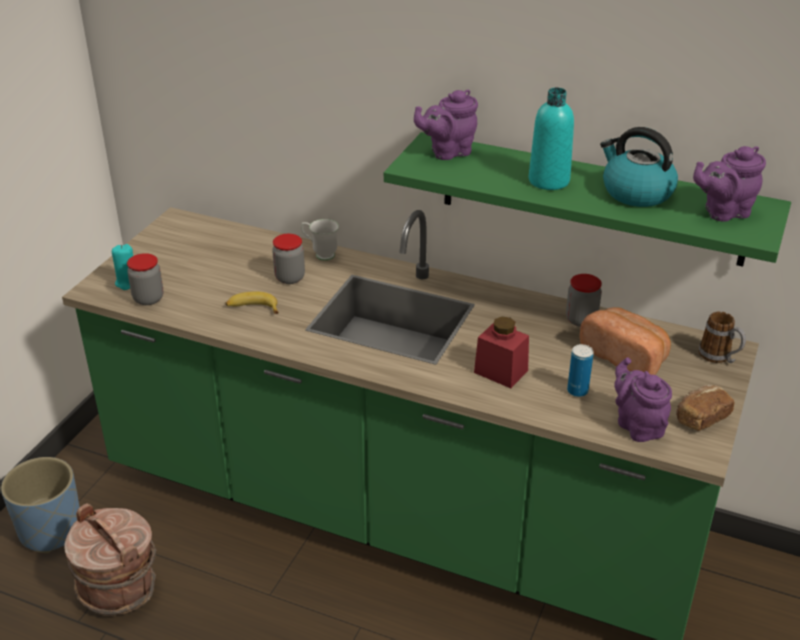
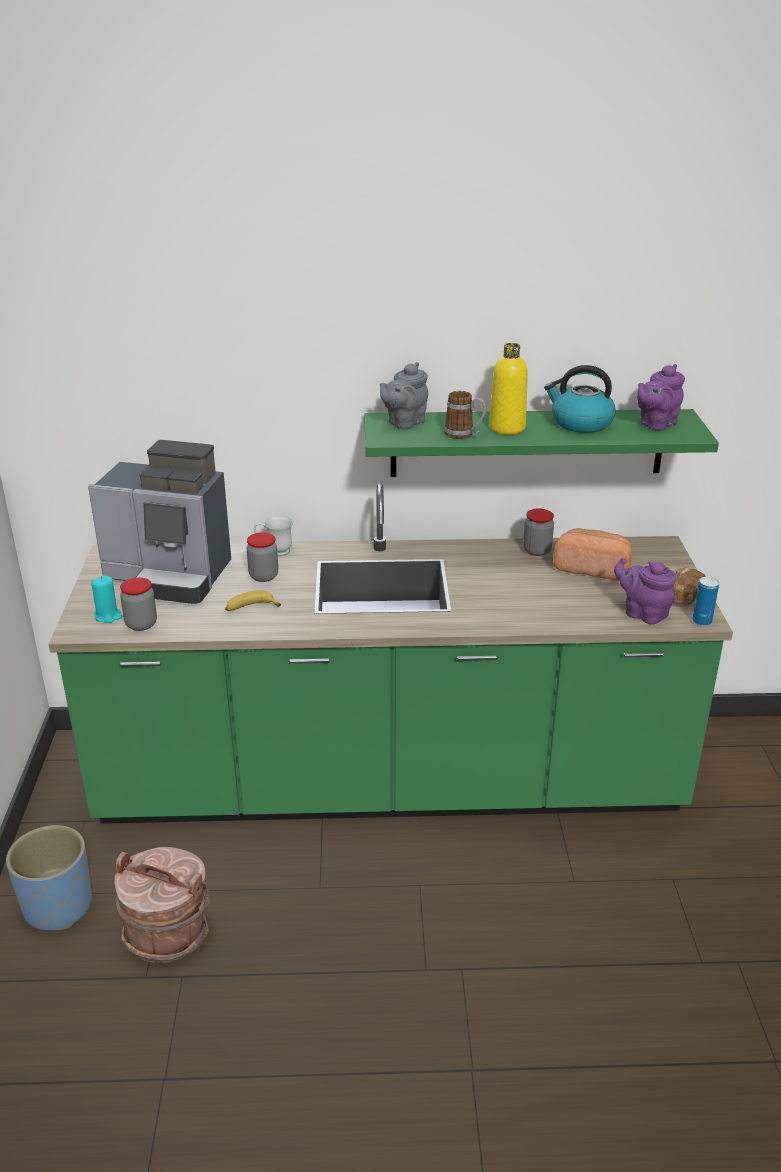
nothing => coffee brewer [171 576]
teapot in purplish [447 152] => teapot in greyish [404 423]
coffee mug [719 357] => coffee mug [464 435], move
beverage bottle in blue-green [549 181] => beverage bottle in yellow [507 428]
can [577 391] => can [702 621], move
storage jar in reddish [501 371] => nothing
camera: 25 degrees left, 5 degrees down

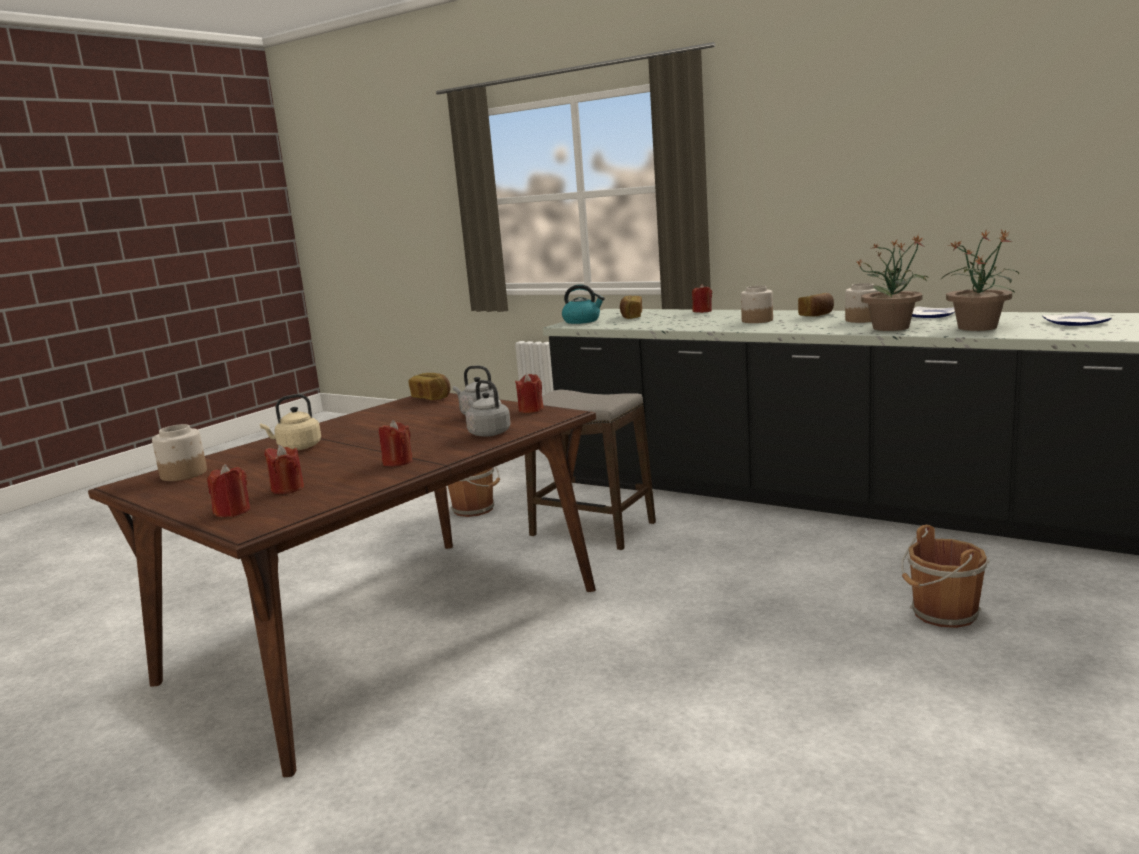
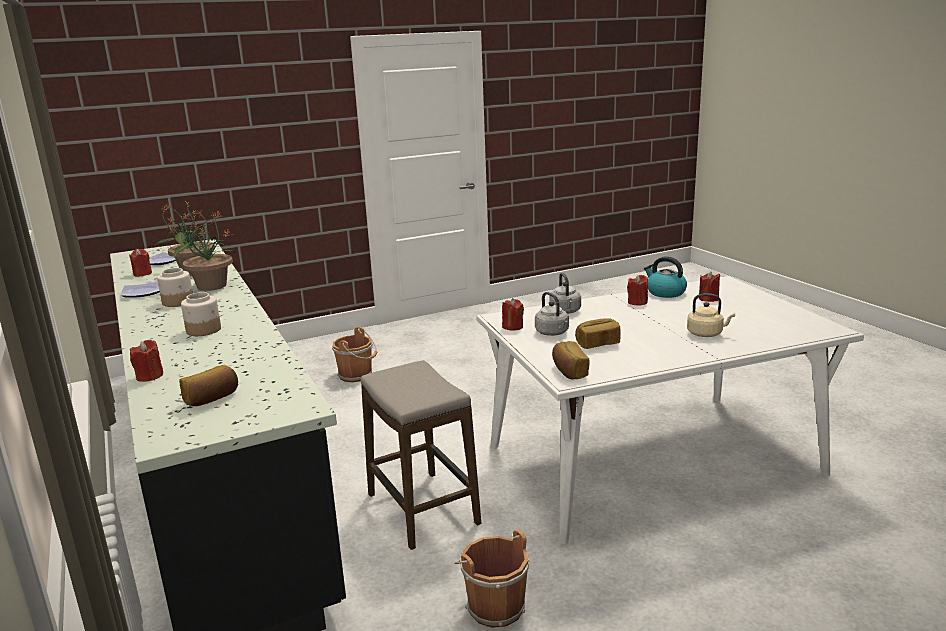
wax candle in reddish [232 512] => wax candle in reddish [142 274], move
kitchen table in brownish [387 635] => kitchen table in whitish [652 459]
bread [817 315] => bread [597 344], move
kettle [582 321] => kettle [665 292], move
storage jar [183 474] => nothing
camera: 150 degrees left, 5 degrees up

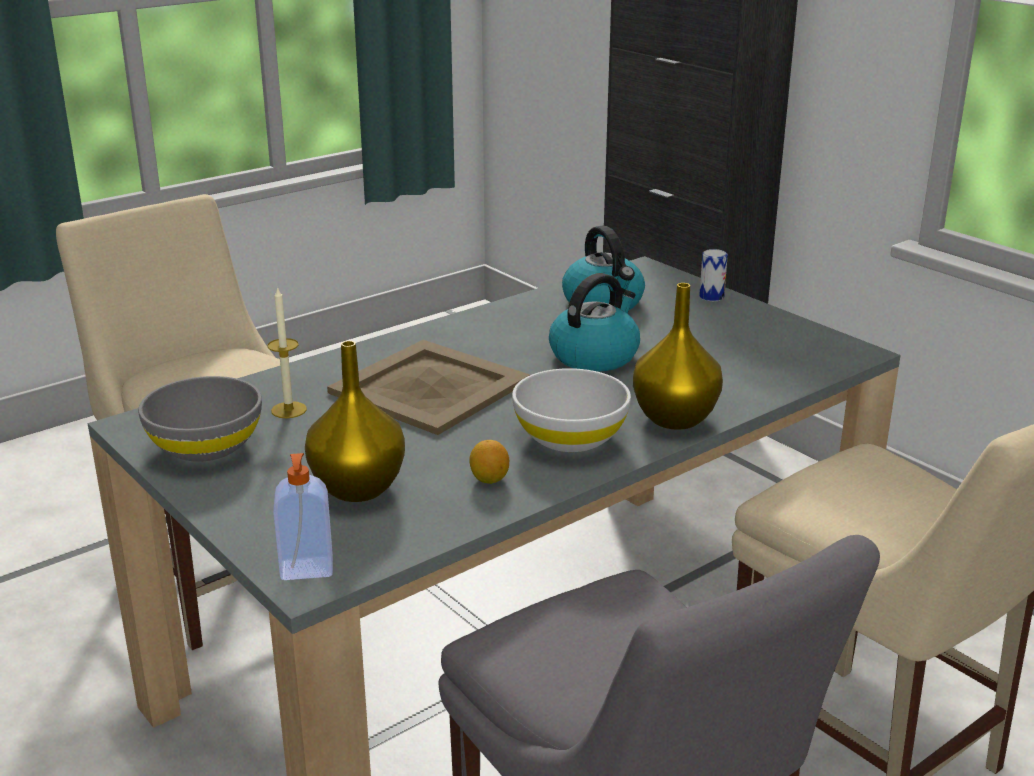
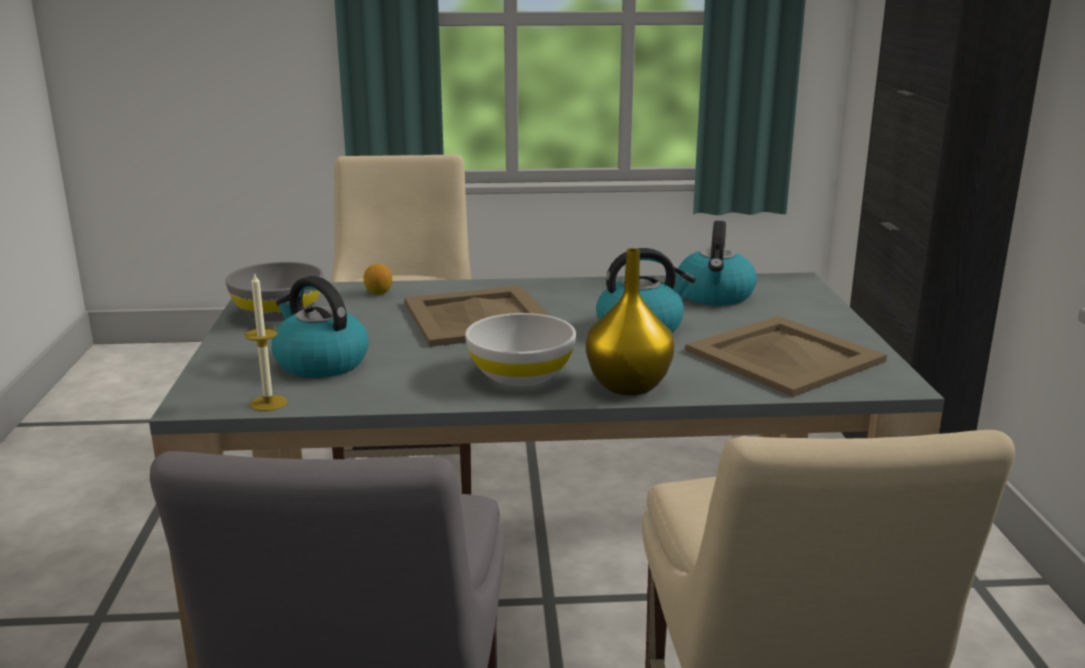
wax candle [289 410] => wax candle [268 403], move
vase in yellow [359 489] => kettle [320 363]
citrus fruit [489 479] => citrus fruit [378 293], move
nothing => serving tray in sand-coloured [786 356]
soap dispenser [307 570] => nothing
can [711 296] => nothing
camera: 35 degrees right, 5 degrees down

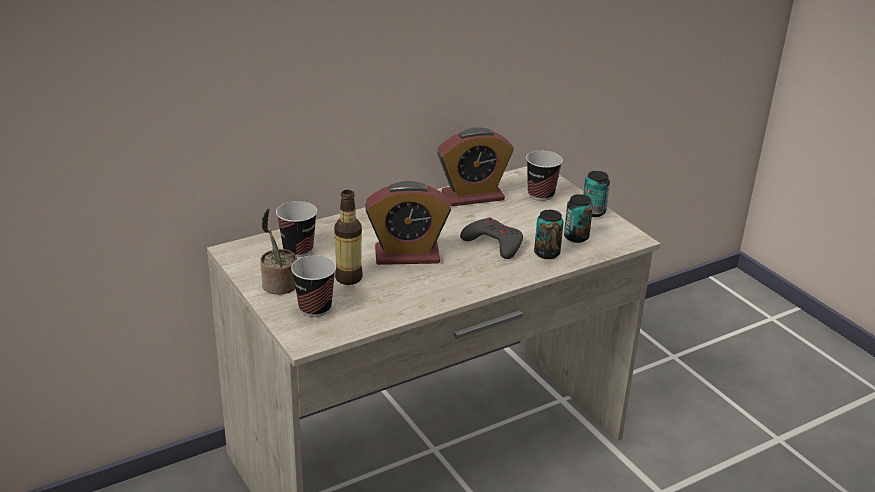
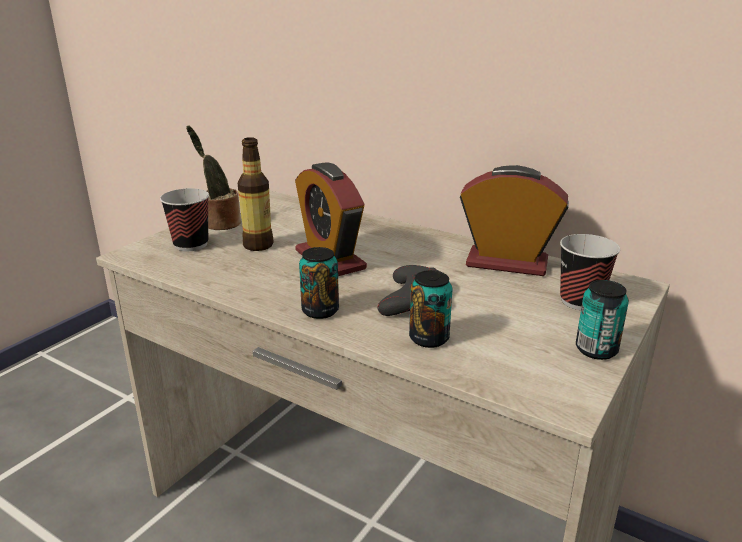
can [576 237] => can [320 311], move
table clock [472 196] => table clock [507 263], 150 degrees clockwise
small cup [298 250] => nothing
camera: 65 degrees right, 5 degrees down

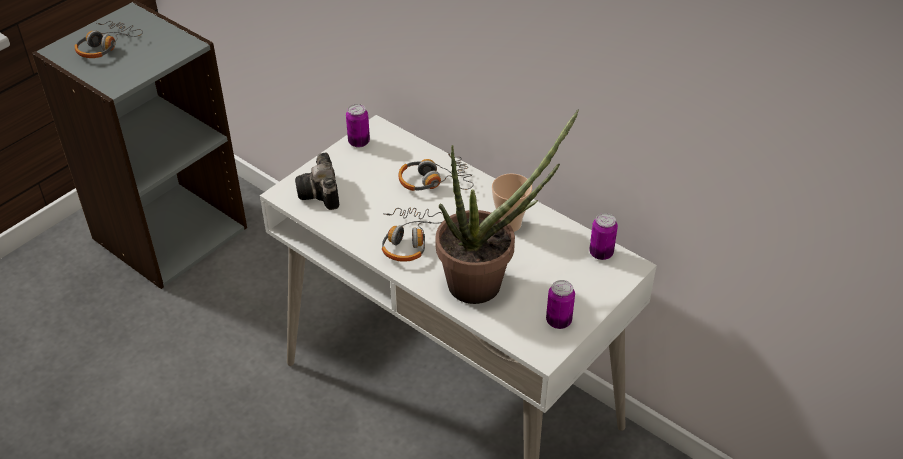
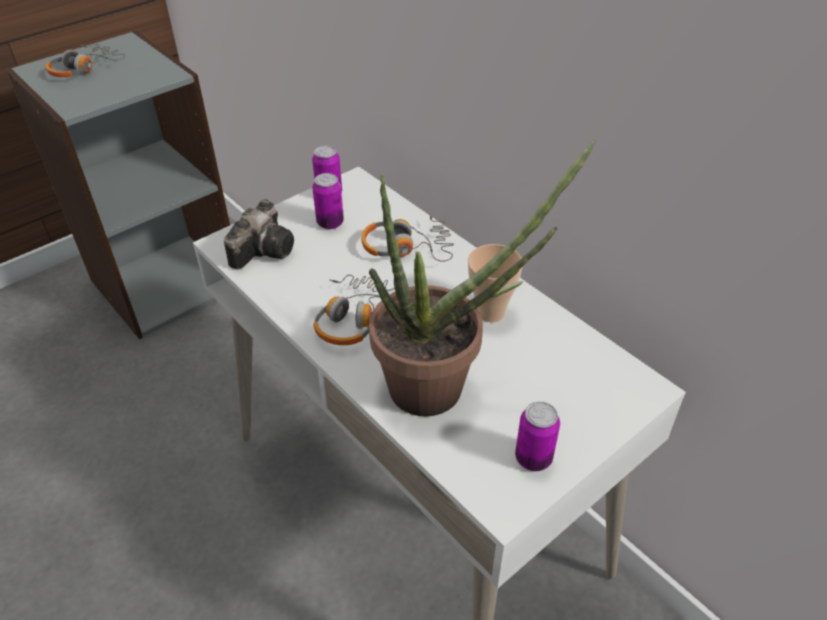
still camera [321 194] => still camera [265 249], 150 degrees counterclockwise
can [601 253] => can [330 223], move
camera: 10 degrees right, 0 degrees up

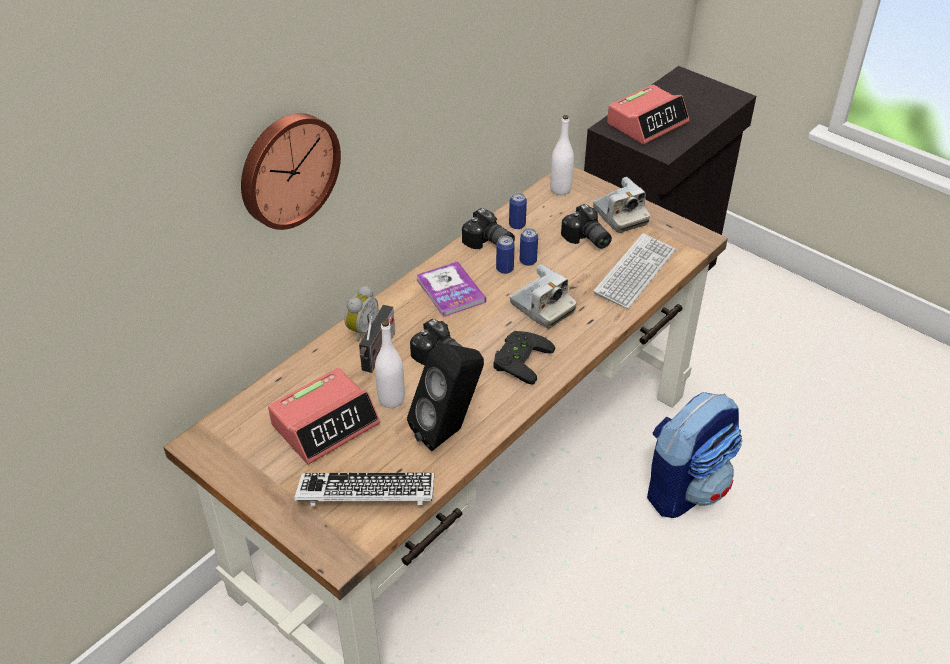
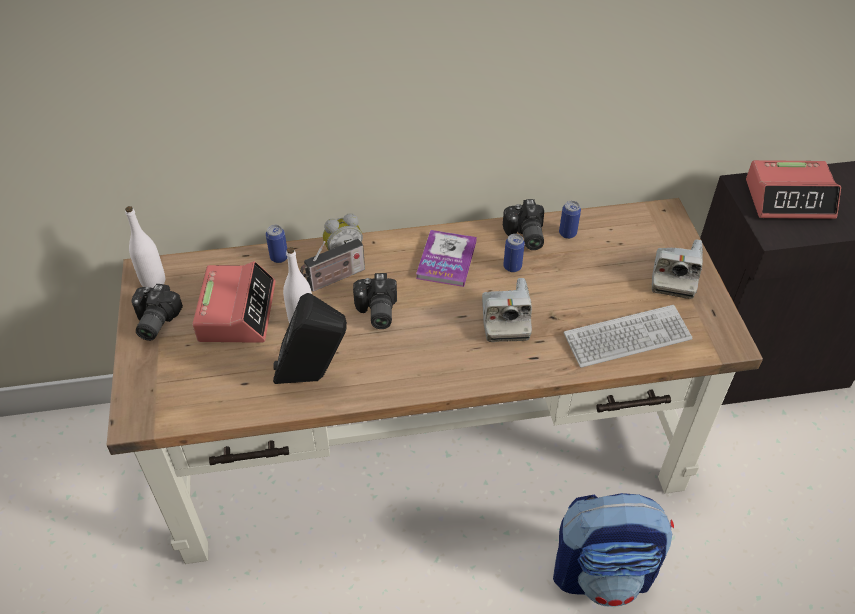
beverage bottle in whitish [560 189] => beverage bottle in whitish [153 282], move
still camera [586 239] => still camera [153 322], move
table clock [325 424] => table clock [237 311], 90 degrees counterclockwise
can [528 261] => can [279 257], move
clock on the wall [287 169] => nothing
keyboard [366 494] => nothing
joypad in blackish [519 359] => nothing
camera: 40 degrees right, 5 degrees up

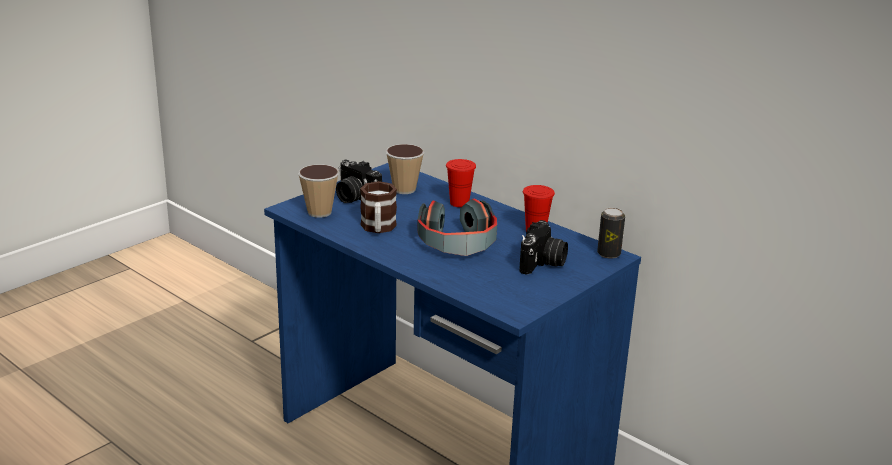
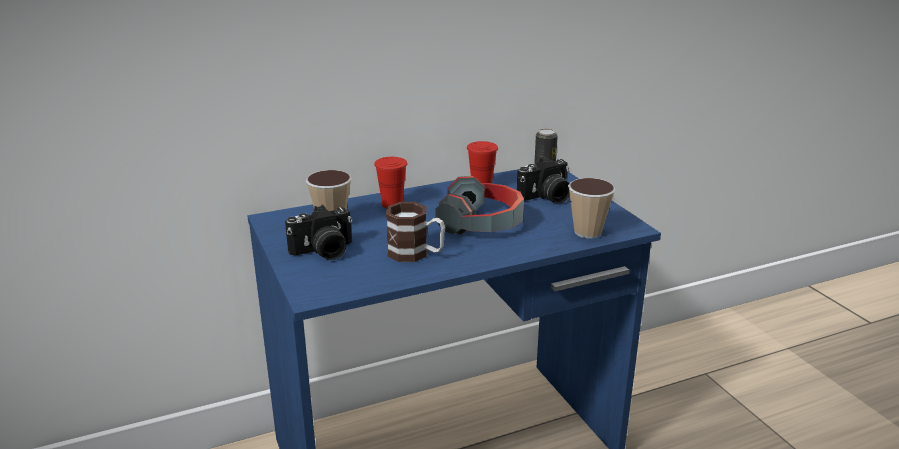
still camera [543 263] => still camera [546 198], 105 degrees clockwise
small cup [319 212] => small cup [587 232], move
camera: 65 degrees left, 0 degrees up

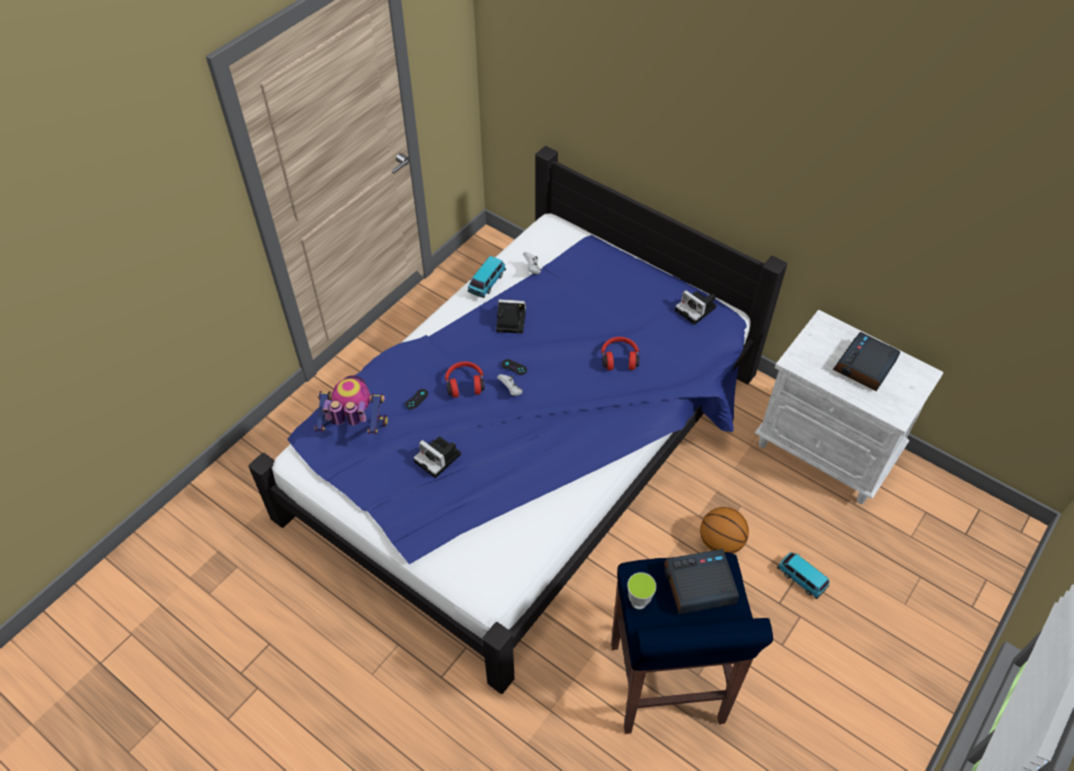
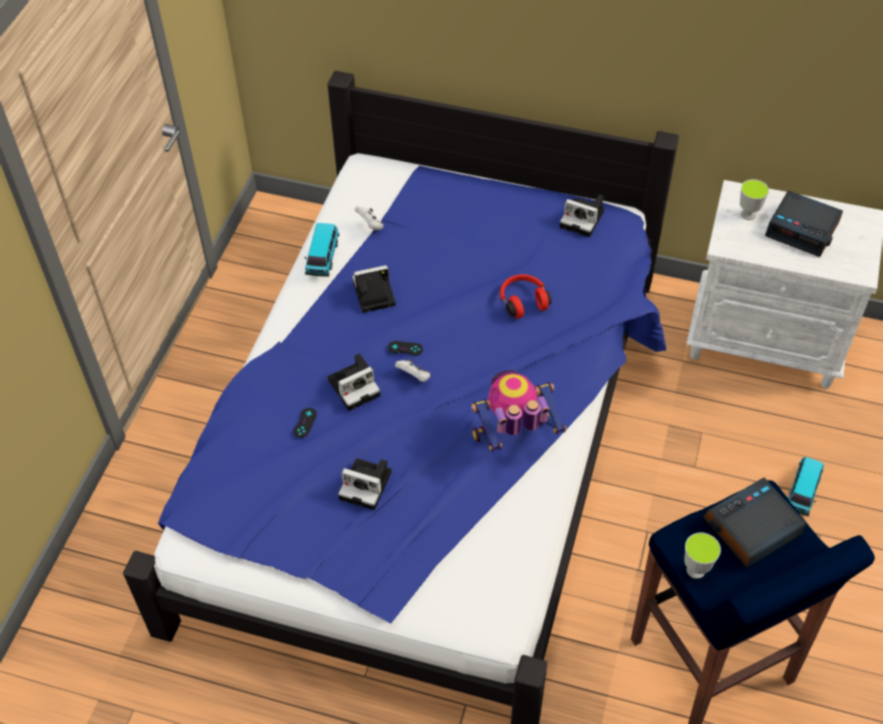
headphones in reddish [465 384] => still camera [355 386]
toy robot [355 429] => toy robot [514 438], move
nothing => small cup [748 214]
table clock [865 367] => table clock [803 229], 75 degrees counterclockwise
toy car [801 578] => toy car [802 491], 90 degrees counterclockwise
basketball ball [720 542] => nothing
camera: 20 degrees left, 0 degrees up

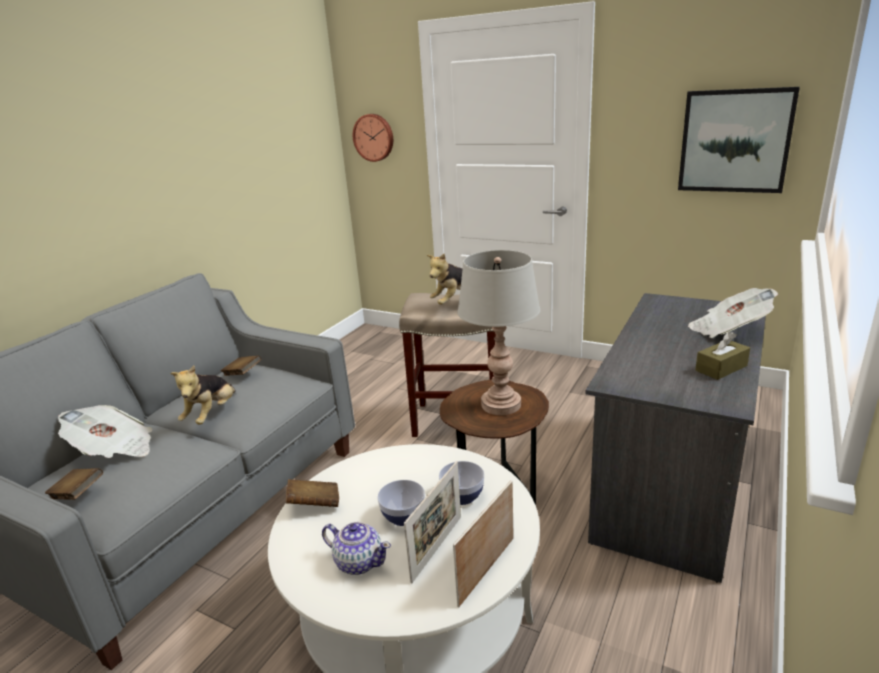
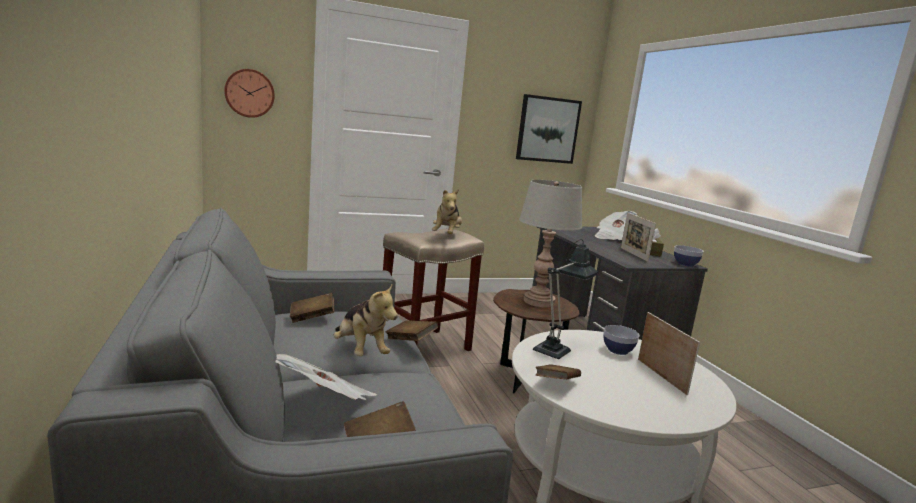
nothing => volume in brownish [410 341]
nothing => tabletop lamp [555 349]
picture frame [487 570] => picture frame [634 254], move
deep dish [403 516] => deep dish [685 264], move
teapot [359 562] => nothing
camera: 50 degrees left, 10 degrees down

